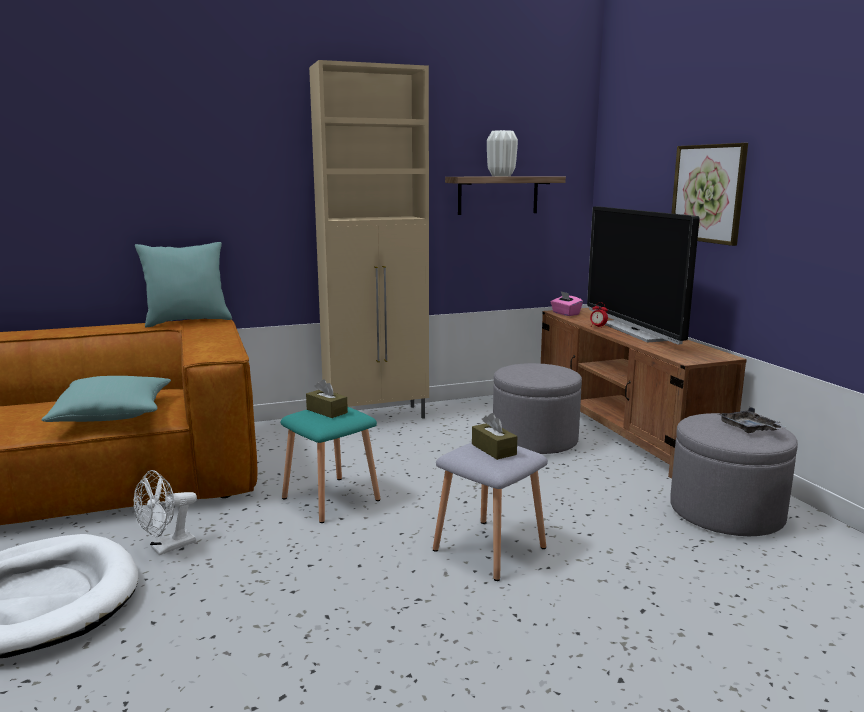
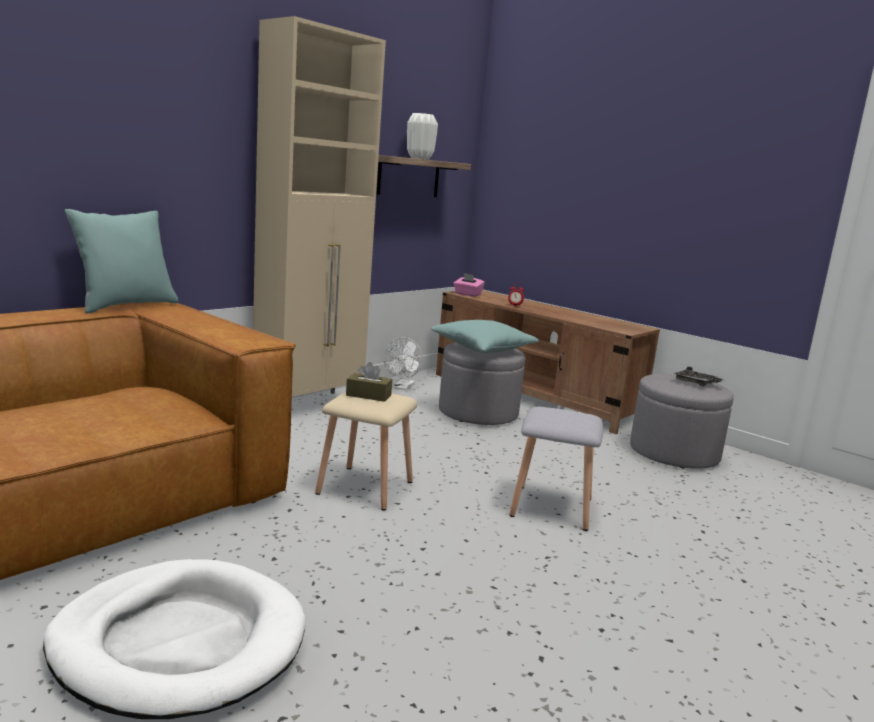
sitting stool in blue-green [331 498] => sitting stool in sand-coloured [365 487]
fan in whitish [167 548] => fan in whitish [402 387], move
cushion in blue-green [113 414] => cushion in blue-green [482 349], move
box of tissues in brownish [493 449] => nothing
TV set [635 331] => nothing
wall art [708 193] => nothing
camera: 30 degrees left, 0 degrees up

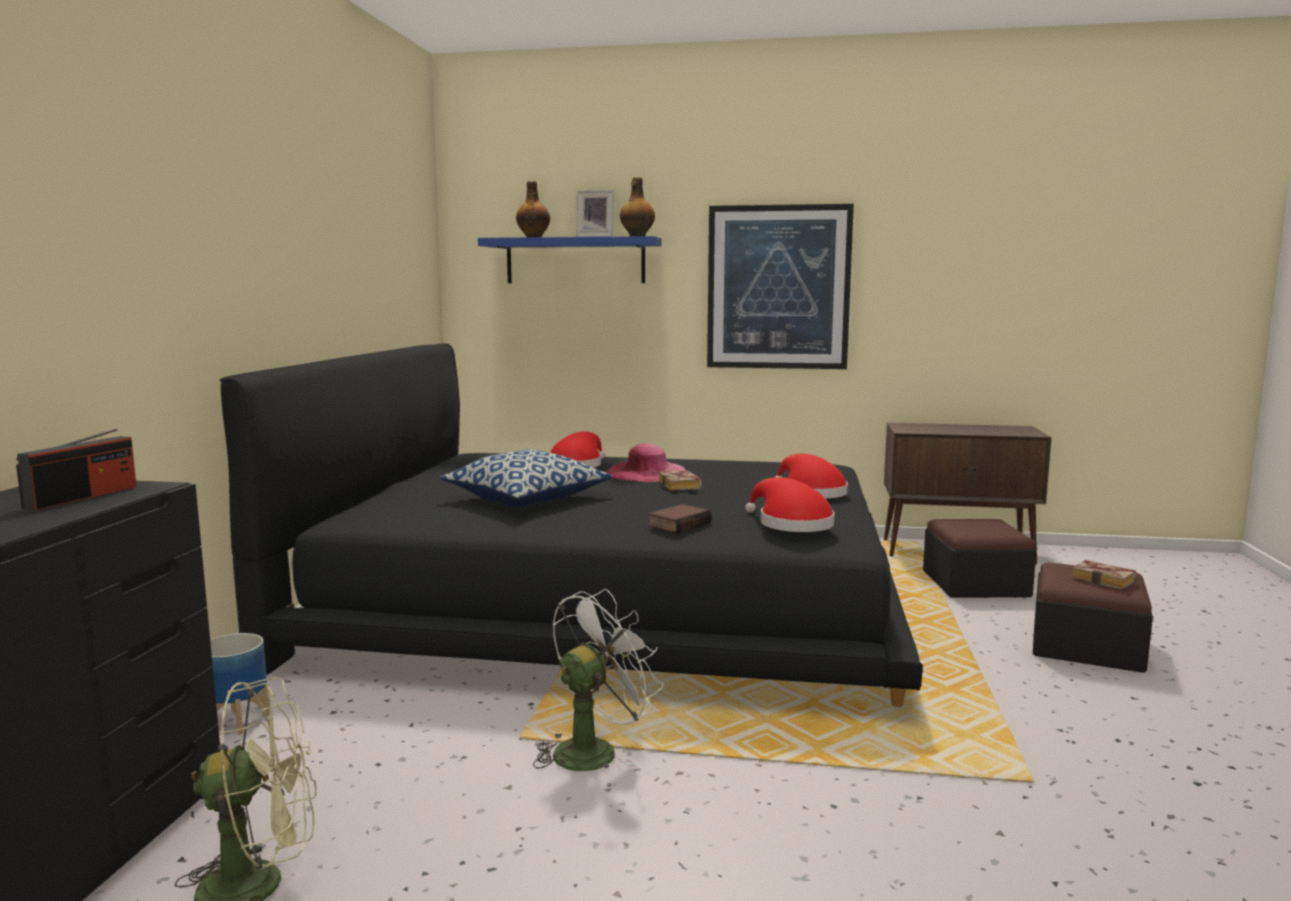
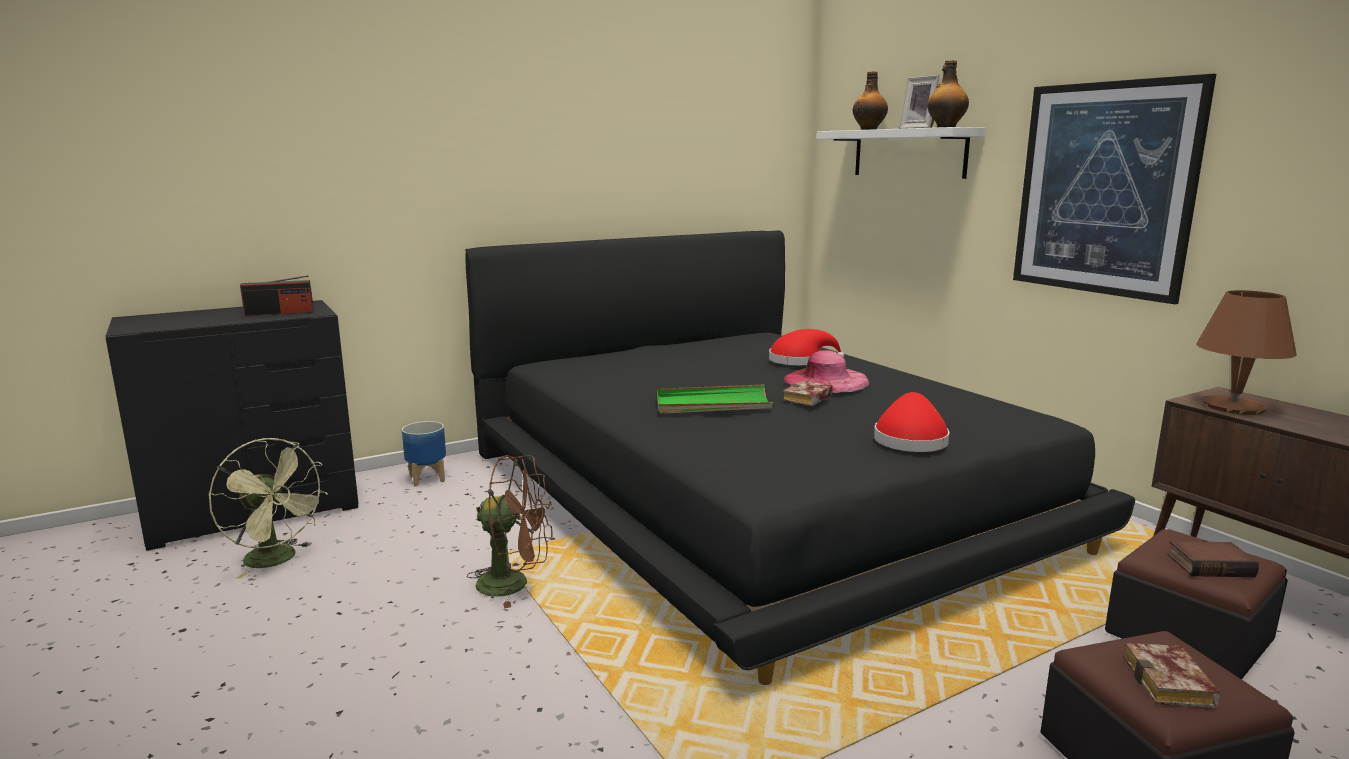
fan in whitish [593 749] => fan in brownish [514 584]
nothing => serving tray in green-coloured [712 404]
shelf in bluish [575 261] => shelf in whitish [908 153]
volume [678 524] => volume [1210 565], move
nothing => tabletop lamp in brownish [1234 406]
cushion [527 499] => nothing
wearable hat in reddish [791 524] => nothing
camera: 50 degrees right, 5 degrees up

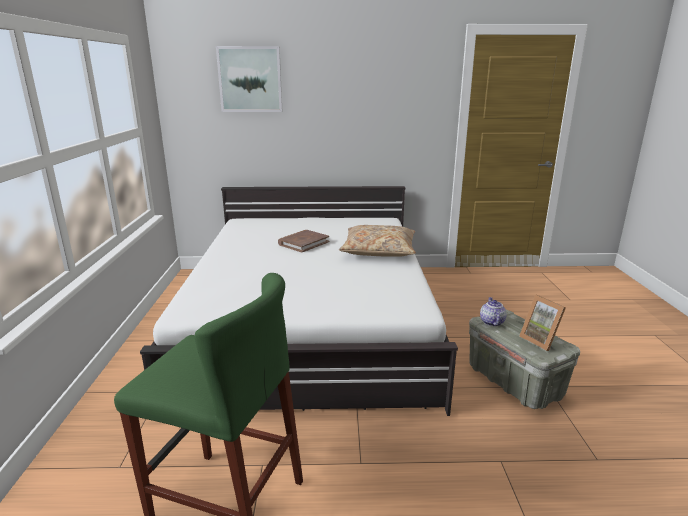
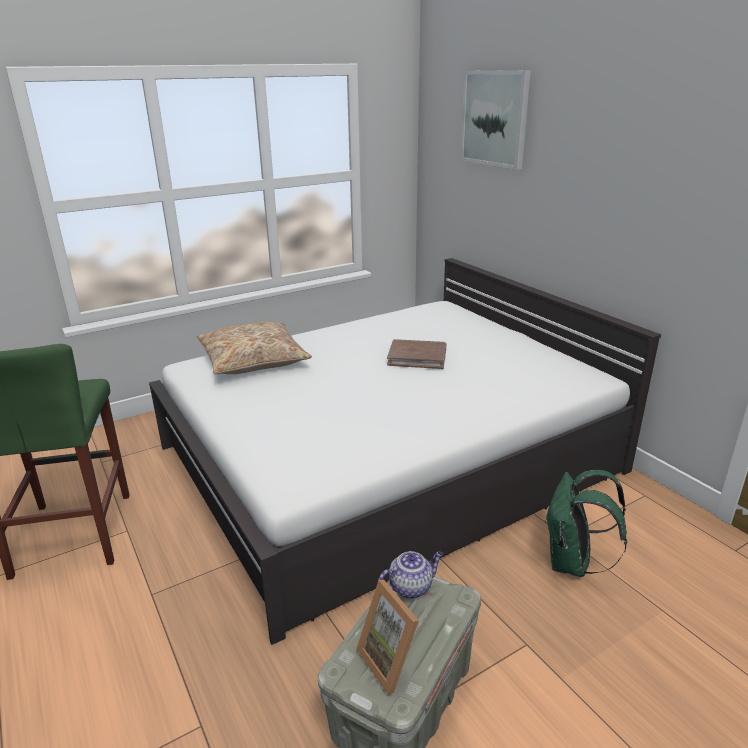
cushion in sand-coloured [378 250] => cushion in sand-coloured [253 360], move
picture frame [541 340] => picture frame [392 660], 60 degrees counterclockwise
nothing => rucksack in green-coloured [572 563]
camera: 60 degrees right, 5 degrees up

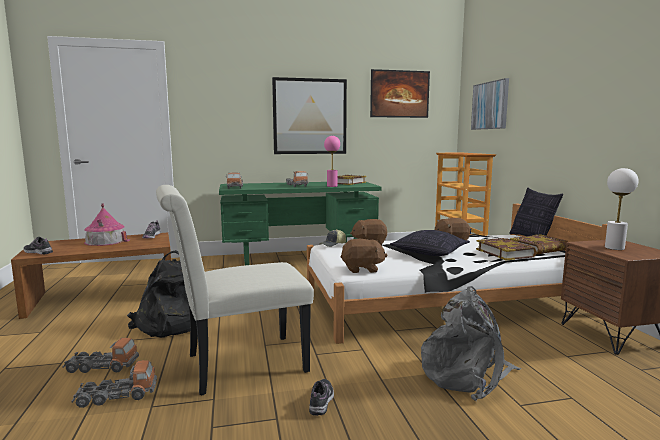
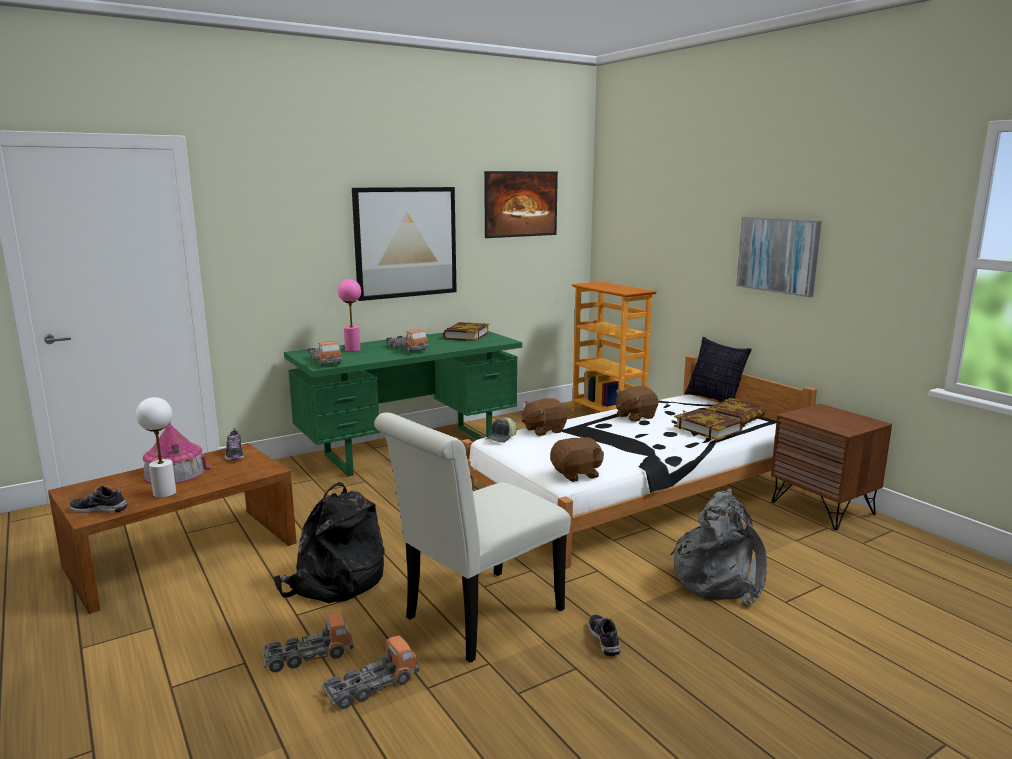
tabletop lamp in whitish [614 248] => tabletop lamp in whitish [165 493], move
tabletop lamp in pink-coloured [332 186] => tabletop lamp in pink-coloured [353 349], move
wall art [490 105] => wall art [778 255], move
cushion [429 254] => nothing
camera: 20 degrees left, 5 degrees up

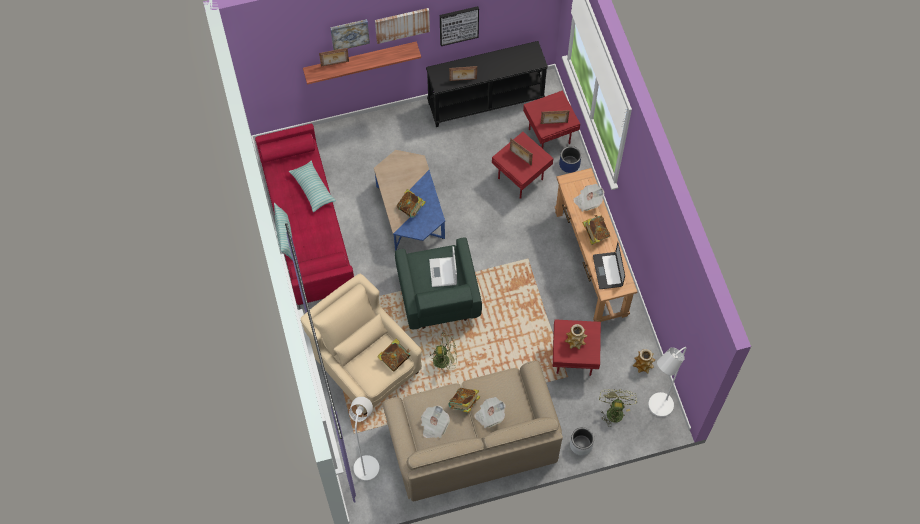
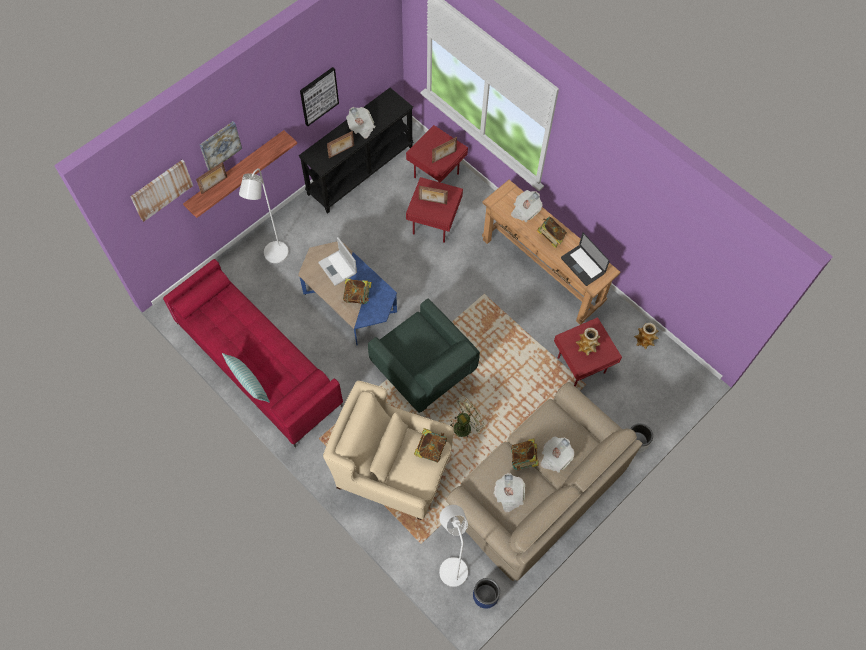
wall art [402 24] => wall art [161 189], move
standing lamp in whitish [657 408] => standing lamp in whitish [274 256], move
laptop [443 272] => laptop [338 268], move
nothing => printed paper [361 127]
flower pot in bluish [569 164] => flower pot in bluish [485 595], move
cushion [312 189] => nothing
fan in green-coloured [614 410] => nothing
camera: 30 degrees left, 0 degrees up

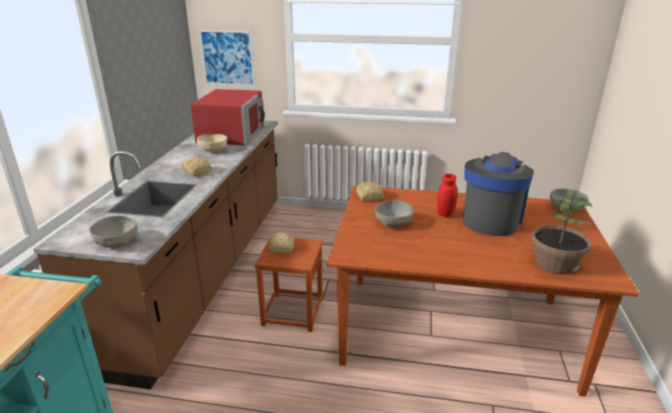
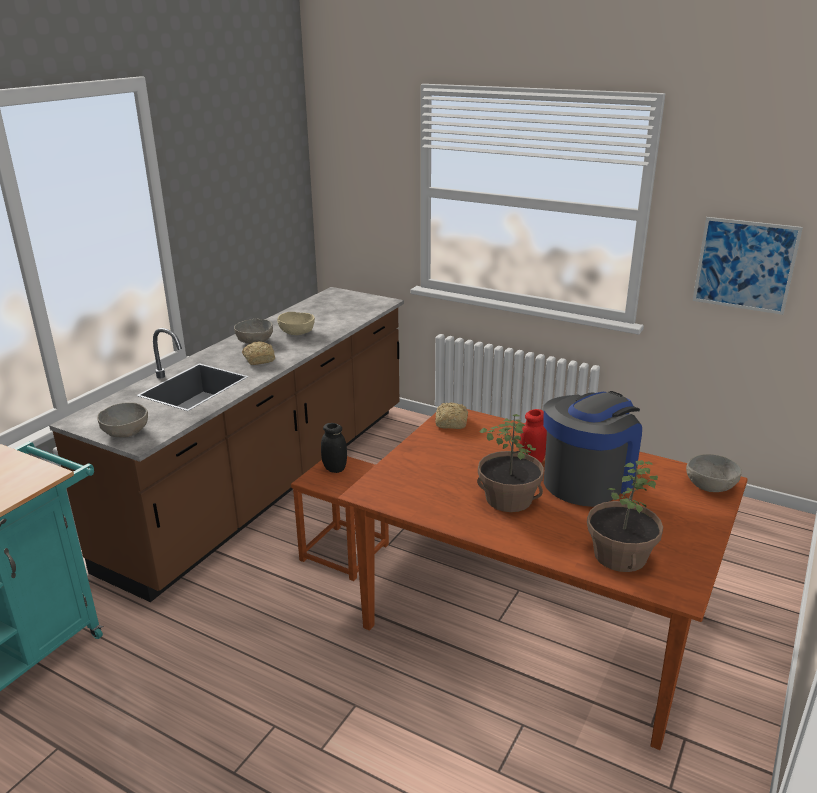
deep dish in greyish [393 223] => deep dish in greyish [255 341], move
bread [282 247] => storage jar in blackish [334 468]
nothing => potted plant [509 498]
wall art [227 58] => wall art [745 265], move
microwave oven in reddish [232 133] => nothing
camera: 20 degrees right, 0 degrees up

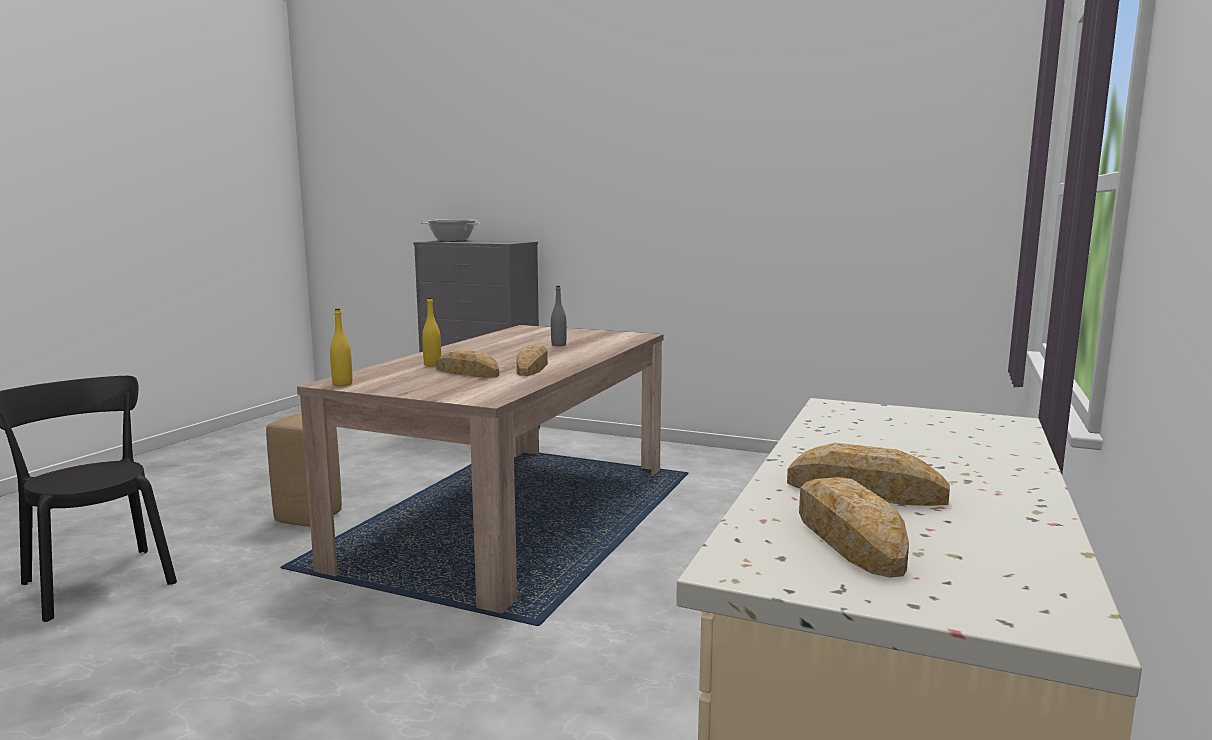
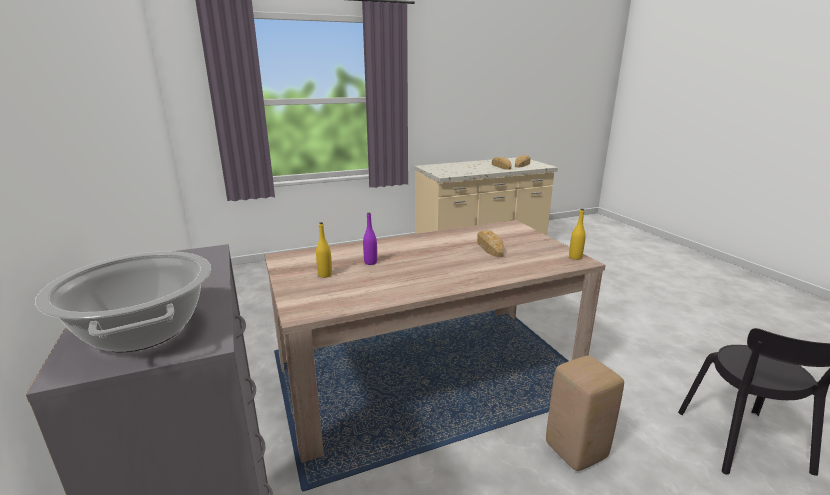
beverage bottle in yellow [432 365] => beverage bottle in yellow [325 275], move
beverage bottle in greyish [558 345] => beverage bottle in purplish [370 262]
bread [532 368] => nothing
camera: 135 degrees left, 10 degrees up

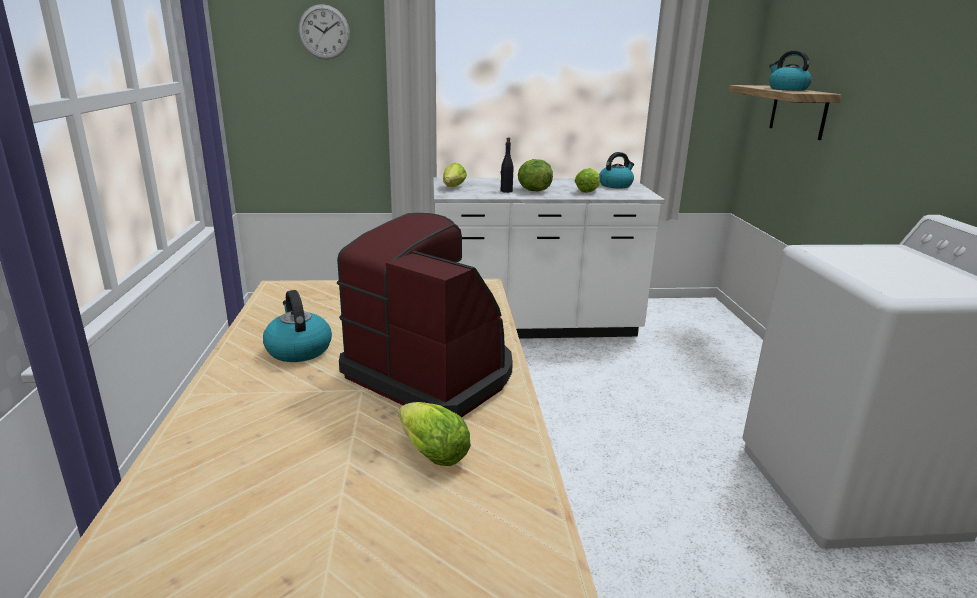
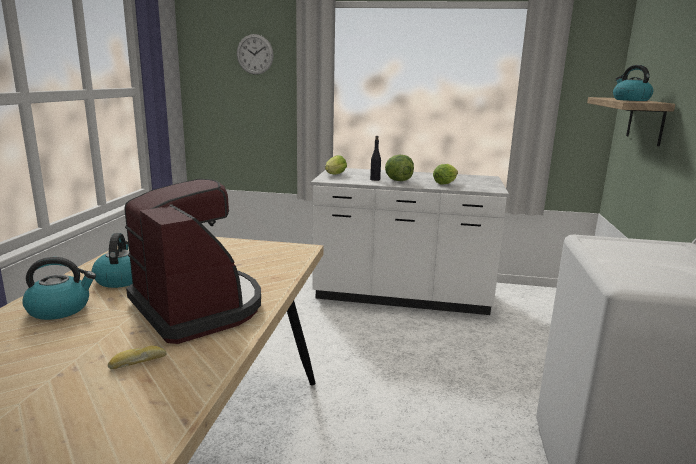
kettle [615 185] => kettle [60 309], move
head of lettuce [429 452] => bread [138 362]
camera: 15 degrees right, 5 degrees down

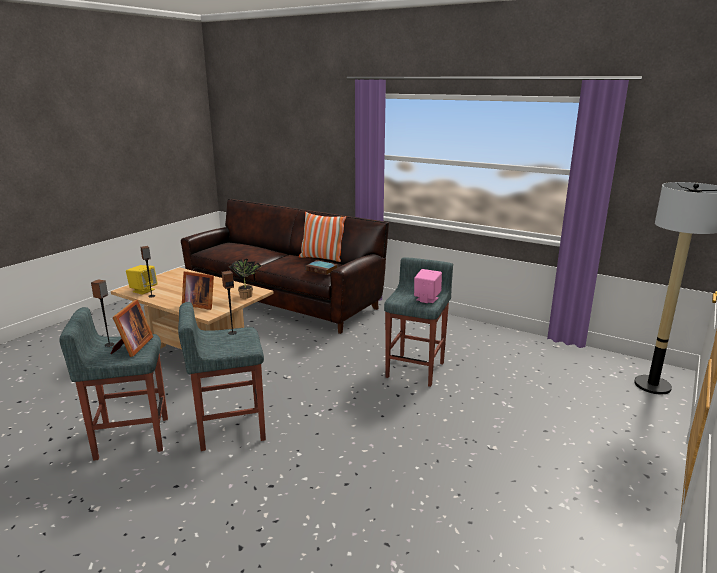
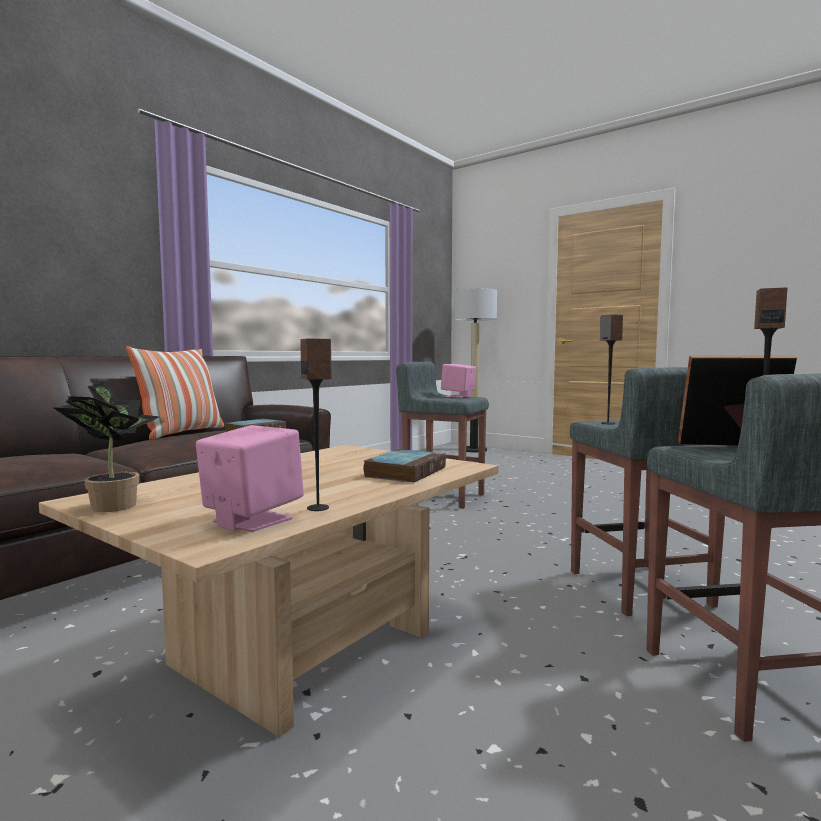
potted plant [247 295] => potted plant [112 505], move
audio speaker in yellow [143 290] => audio speaker in pink-coloured [251 520]
picture frame [199 304] => volume [406 472]
camera: 85 degrees left, 15 degrees down

